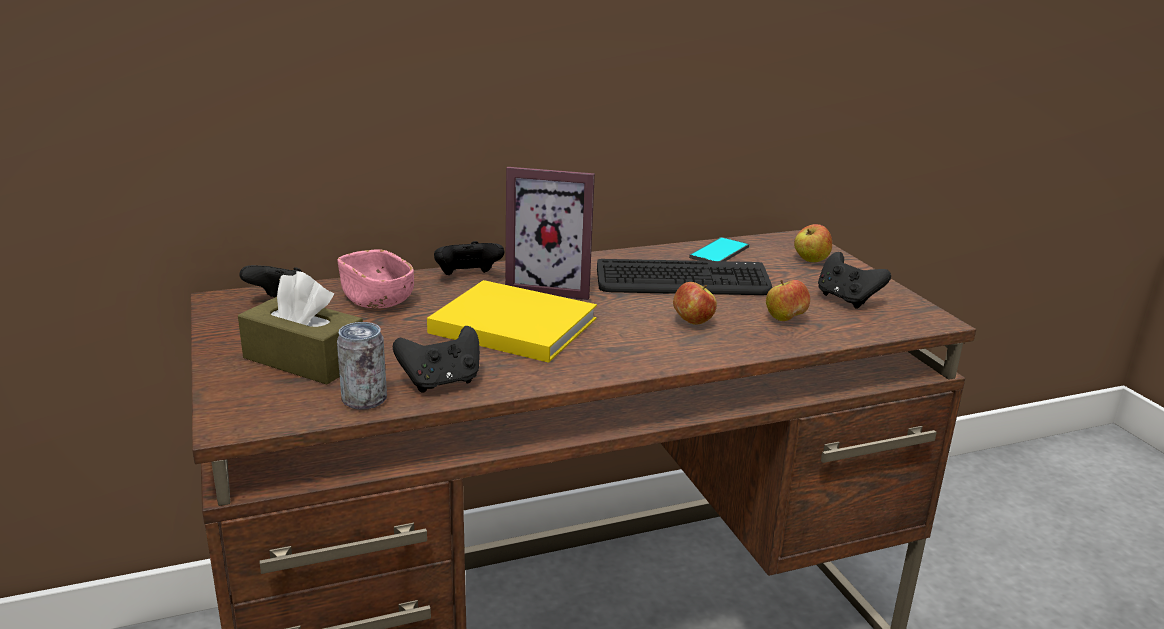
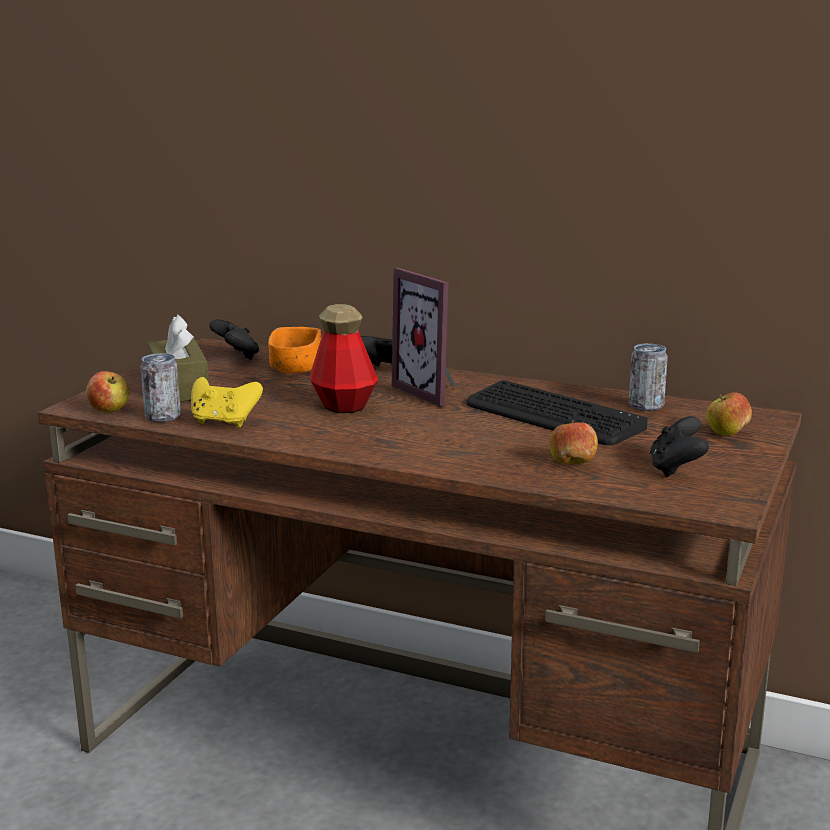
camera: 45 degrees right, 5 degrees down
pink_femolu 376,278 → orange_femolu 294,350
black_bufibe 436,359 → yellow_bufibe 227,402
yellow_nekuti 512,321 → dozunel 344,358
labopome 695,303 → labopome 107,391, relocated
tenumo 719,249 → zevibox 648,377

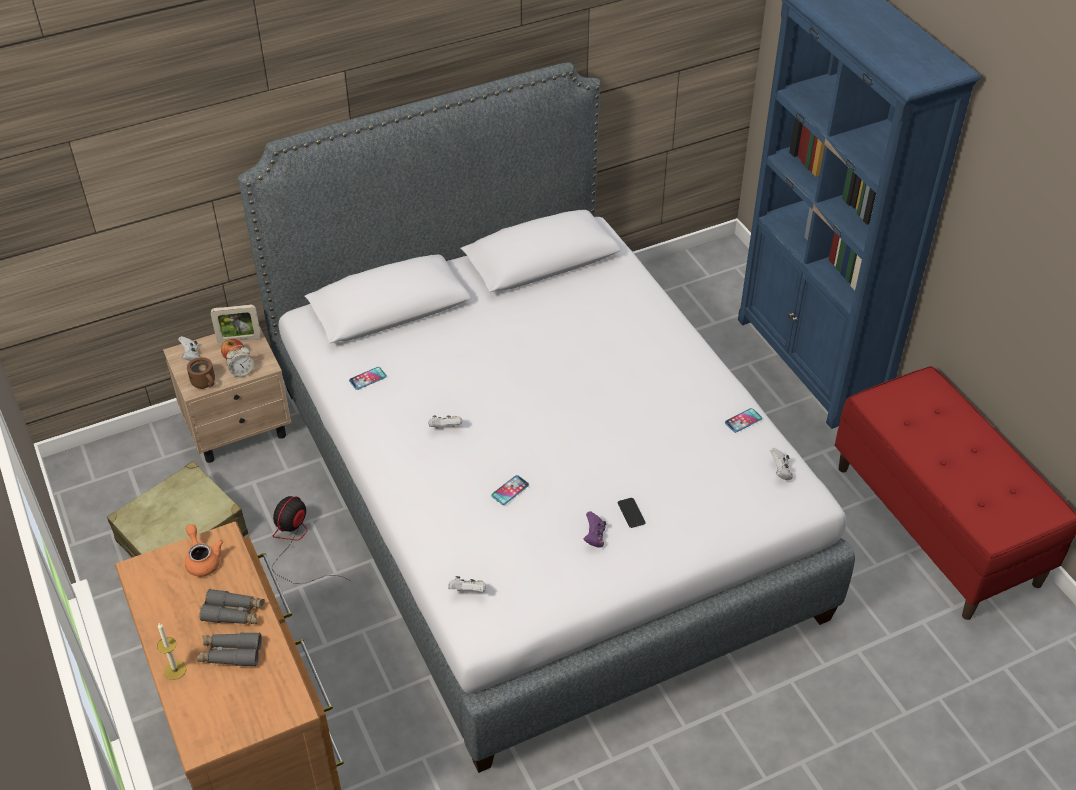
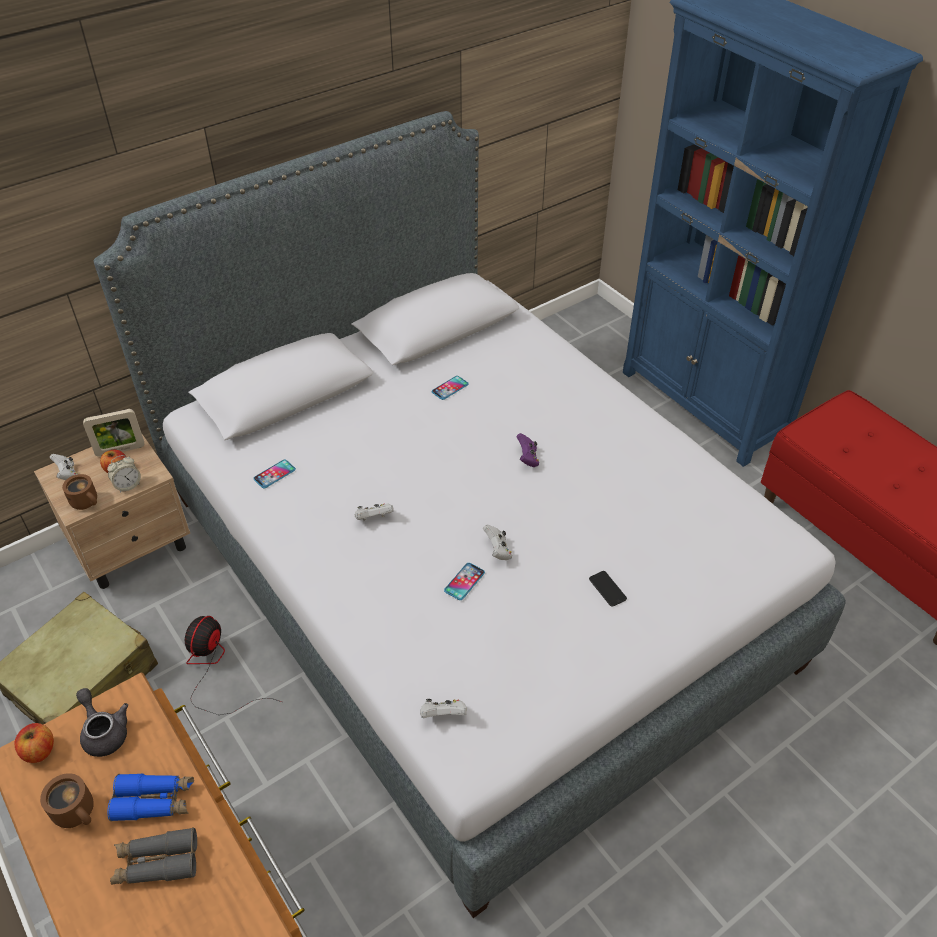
camera: 10 degrees left, 0 degrees up
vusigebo 171,651 → -
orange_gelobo 204,550 → grey_gelobo 102,722
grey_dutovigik 232,606 → blue_dutovigik 150,797
purple_bufibe 595,529 → purple_bufibe 527,450, relocated
tenumo 743,420 → tenumo 450,388, relocated
white_bufibe 781,464 → white_bufibe 497,542, relocated
- → labopome 34,743
- → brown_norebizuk 67,800

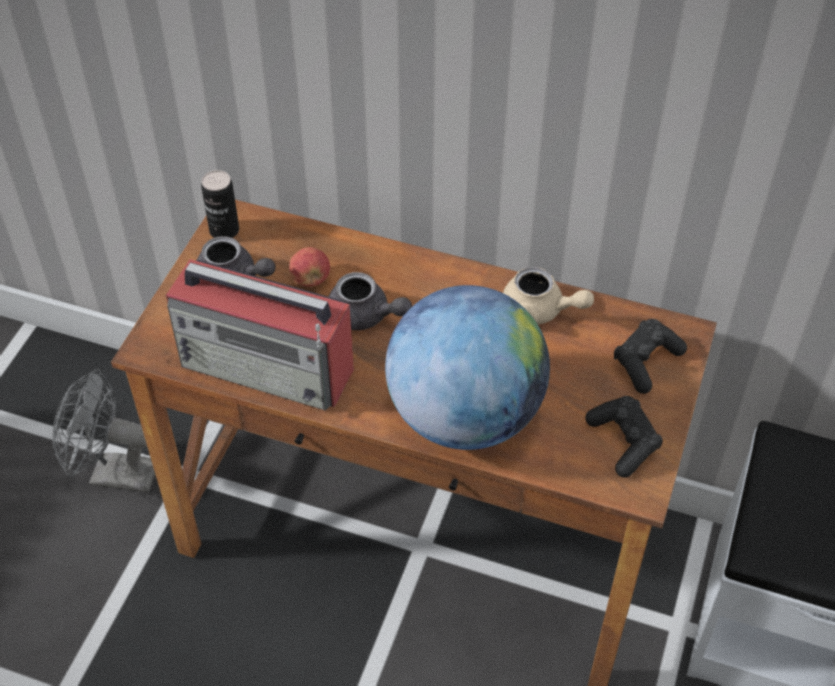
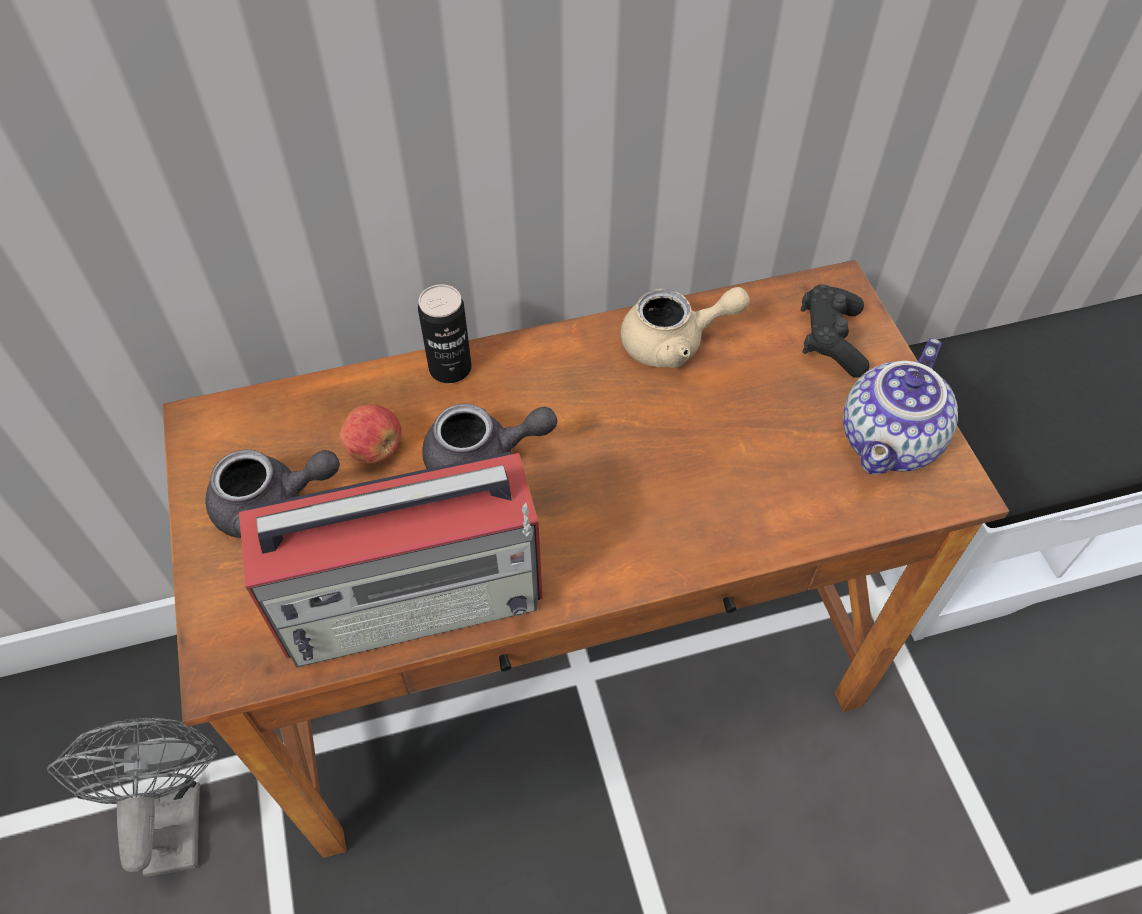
camera: 35 degrees left, 5 degrees up
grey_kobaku 103,431 → grey_kobaku 133,797, 105 degrees clockwise
zevibox 220,204 → zevibox 445,333, relocated
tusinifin 467,367 → -
black_bufibe 624,437 → gelobo 900,406

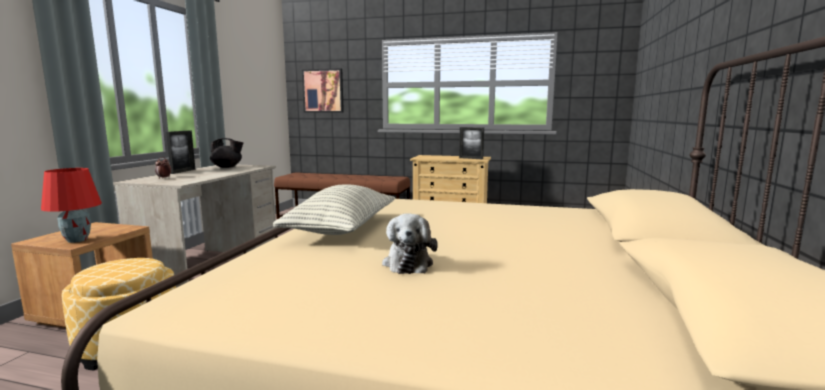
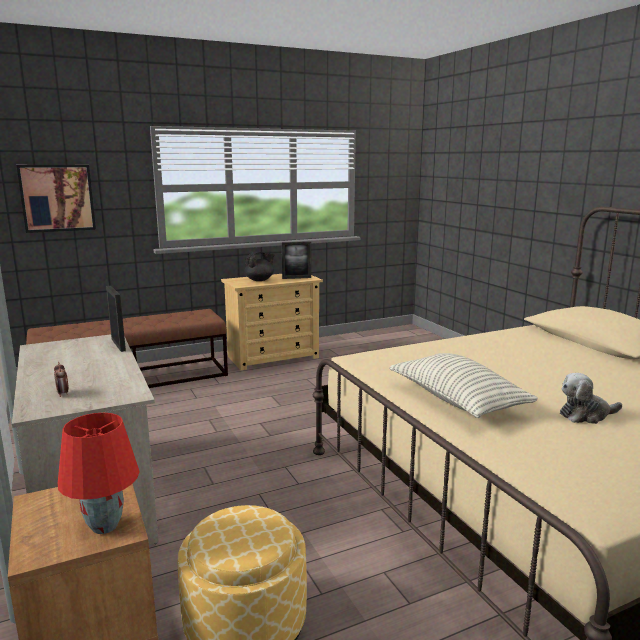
camera: 40 degrees left, 5 degrees up
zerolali 180,152 → zerolali 116,319, relocated
black_gelobo 227,153 → black_gelobo 259,266, relocated
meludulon 410,243 → meludulon 591,398, 120 degrees clockwise

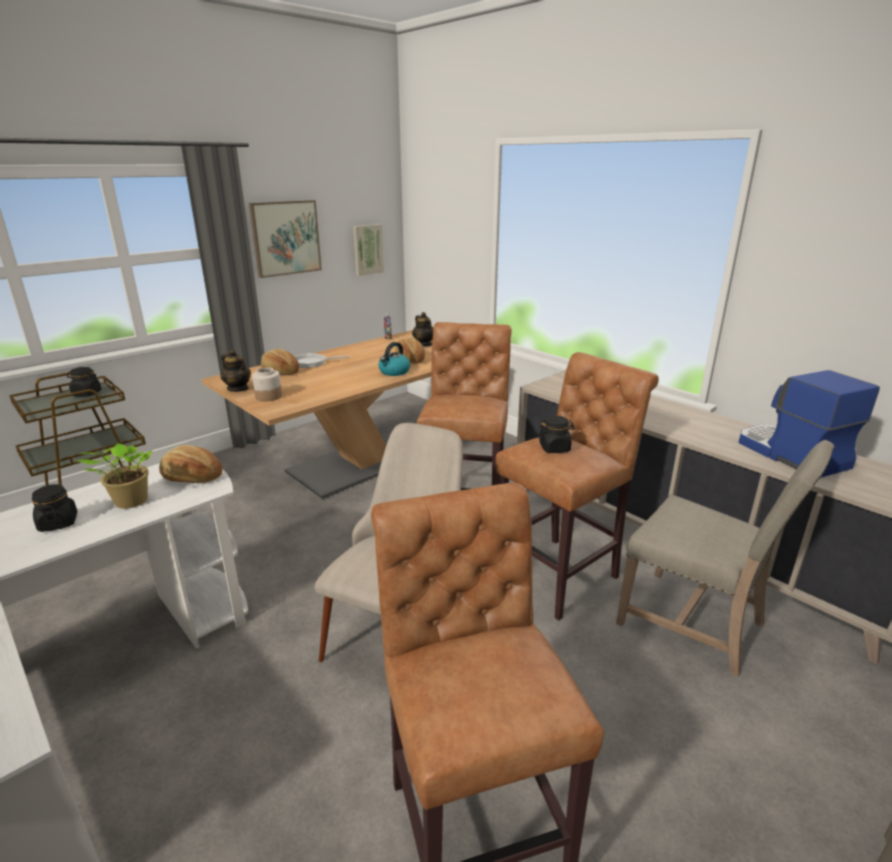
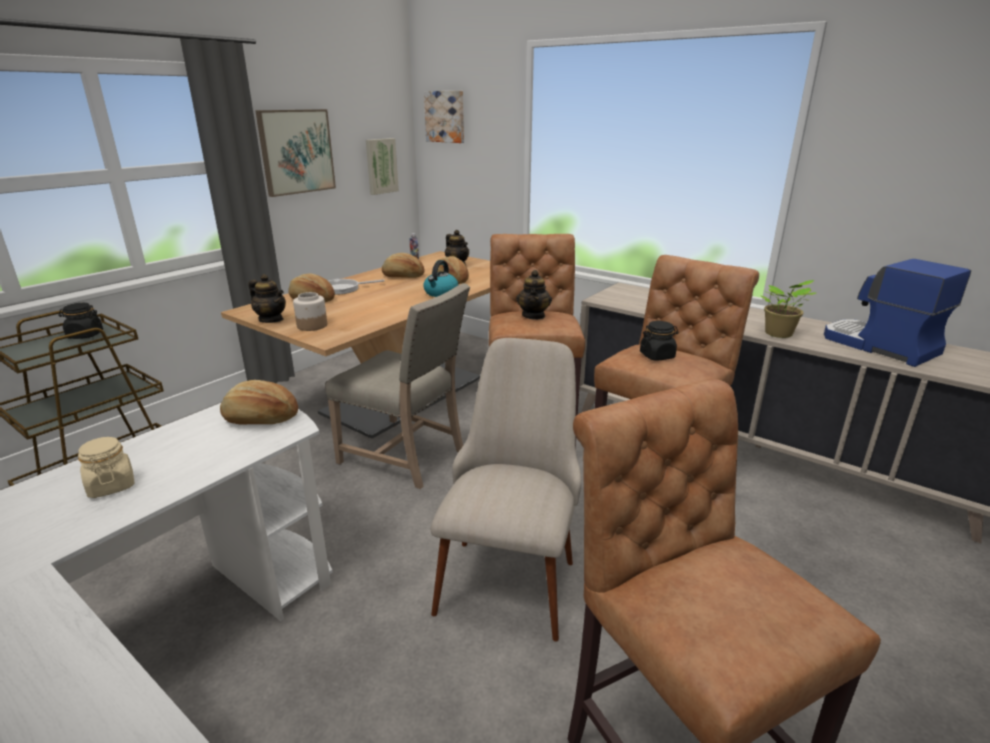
camera: 10 degrees left, 0 degrees up
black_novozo 54,508 → beige_novozo 106,467
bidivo 114,476 → bidivo 788,309, relocated
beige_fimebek 725,558 → beige_fimebek 397,386, relocated
- → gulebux 403,265
- → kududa 444,117
- → gelobo 534,295

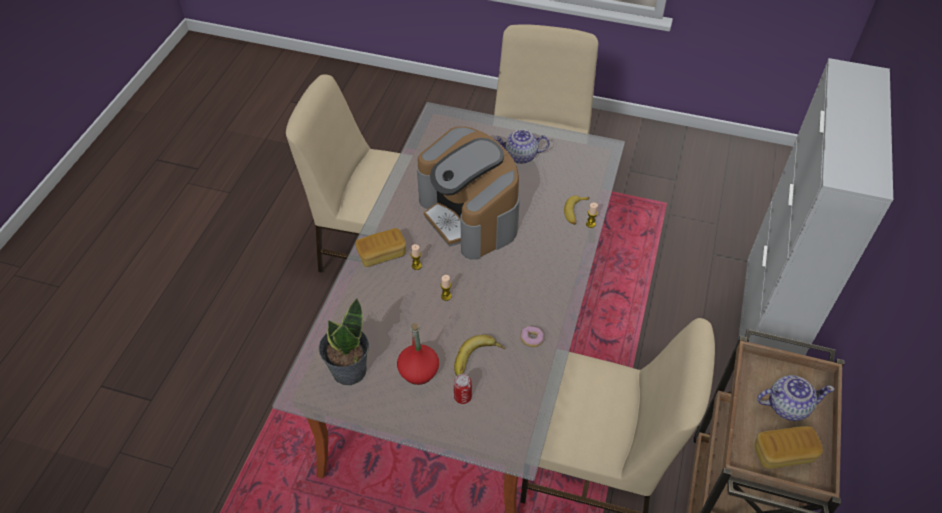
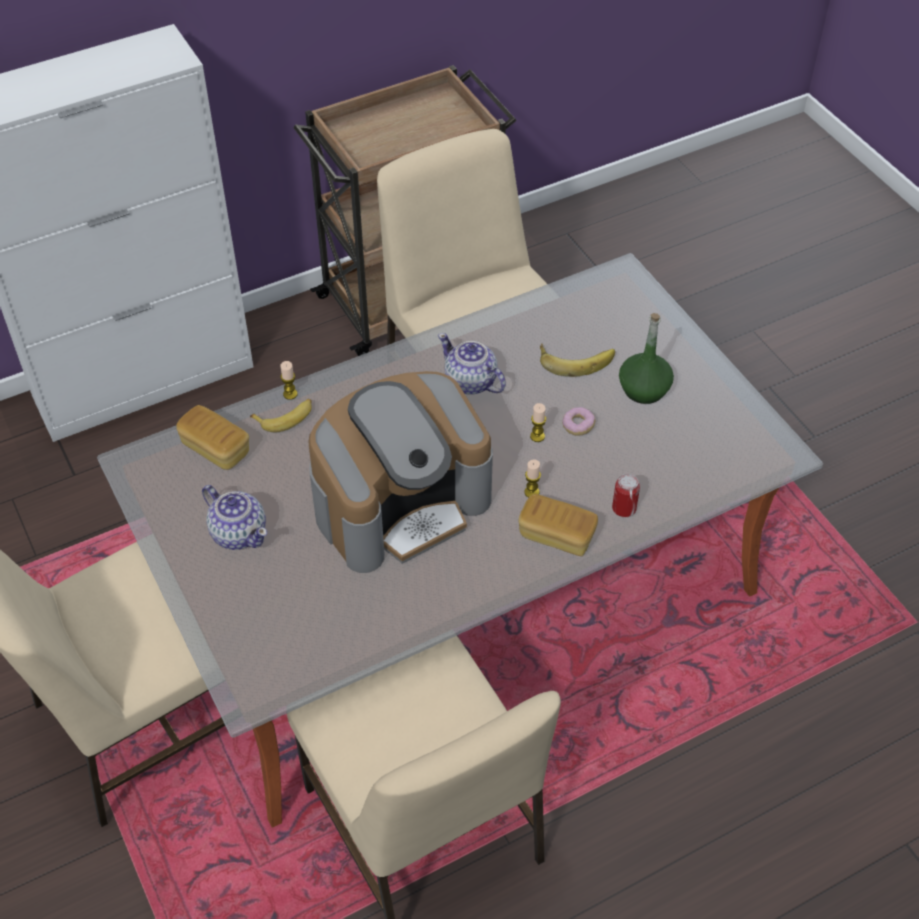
camera: 135 degrees left, 0 degrees up
bidivo 344,341 → -
red_dozunel 418,354 → green_dozunel 646,358
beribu 468,193 → beribu 401,472, 45 degrees clockwise
zevibox 463,389 → zevibox 626,495, relocated
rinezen 532,336 → rinezen 578,421, relocated
gulebux 789,447 → gulebux 212,437, relocated
gelobo 796,398 → gelobo 472,364, relocated

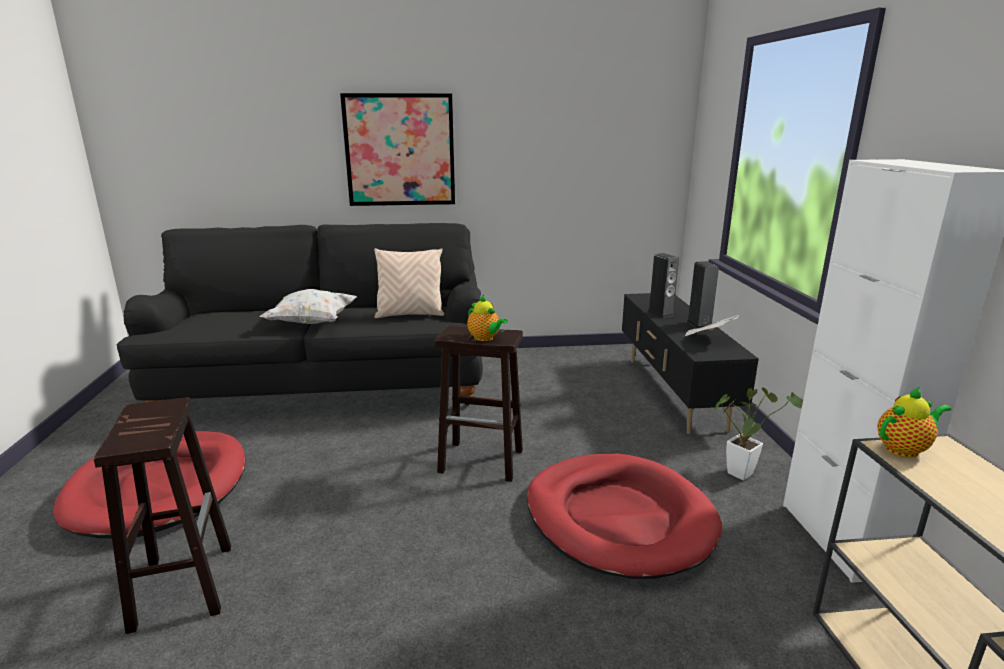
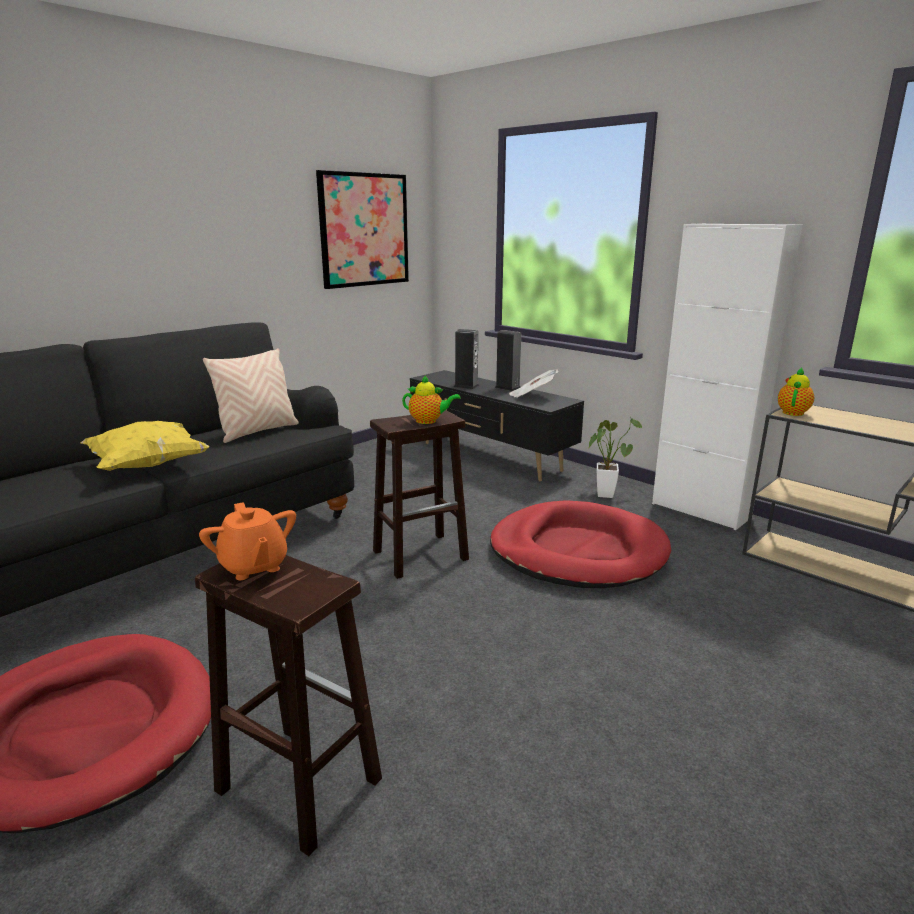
camera: 40 degrees left, 0 degrees up
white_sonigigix 308,306 → yellow_sonigigix 144,446
kududa 397,149 → kududa 362,229, relocated
- → orange_gelobo 247,541

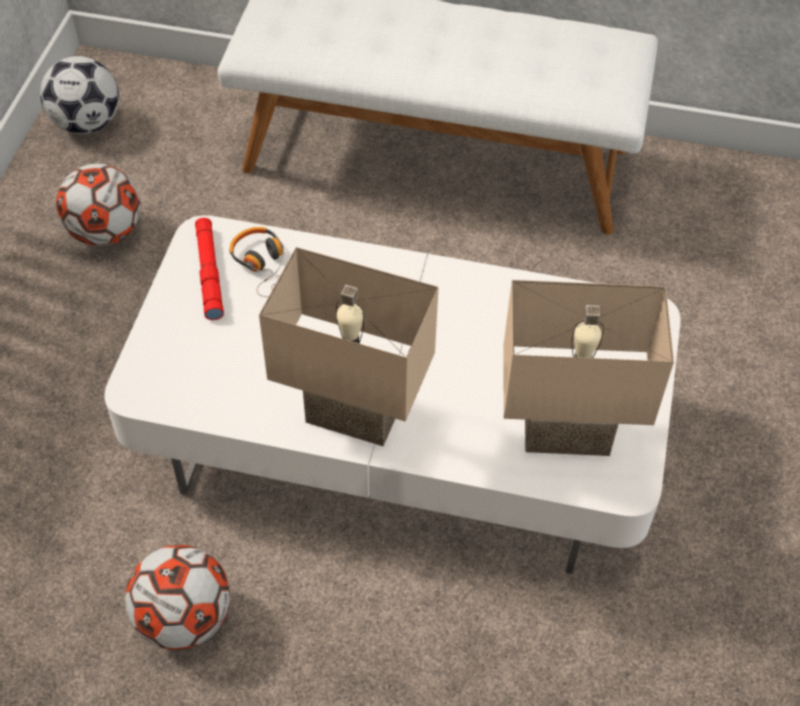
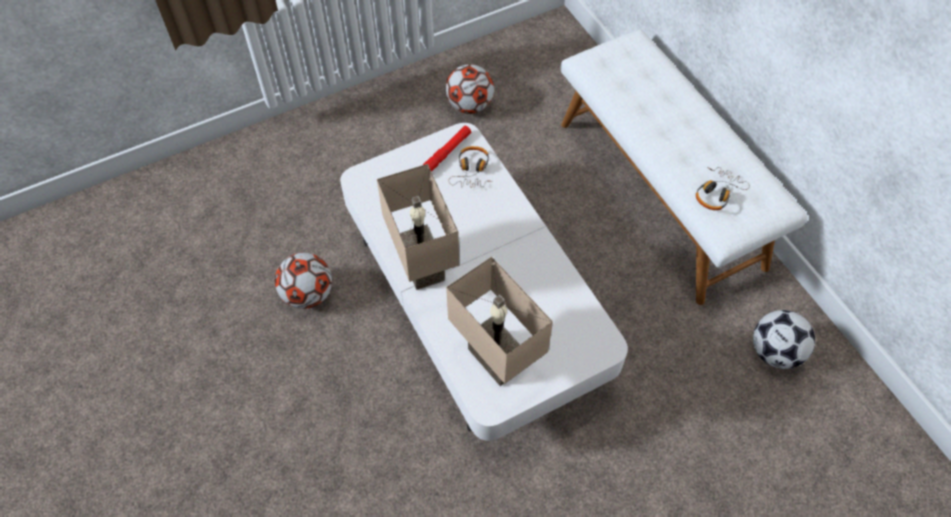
camera: 50 degrees right, 5 degrees up
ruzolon 79,95 → ruzolon 784,339, relocated
- → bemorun 723,188

